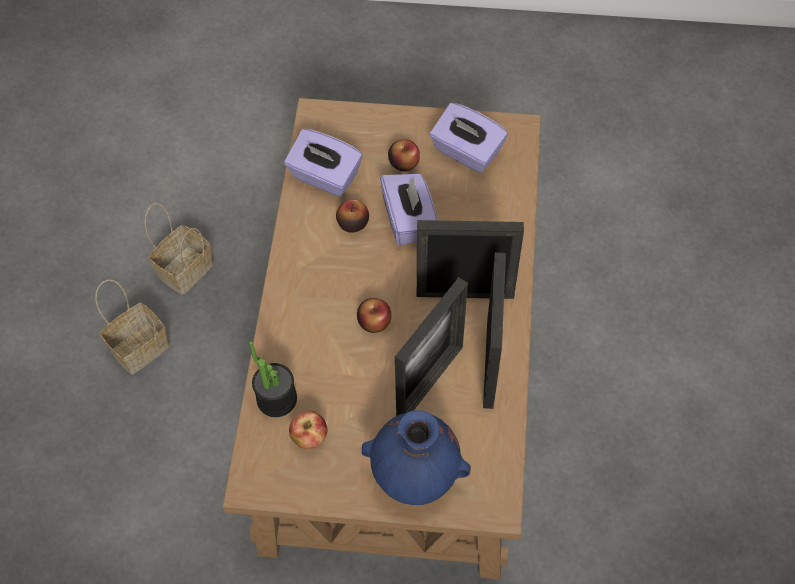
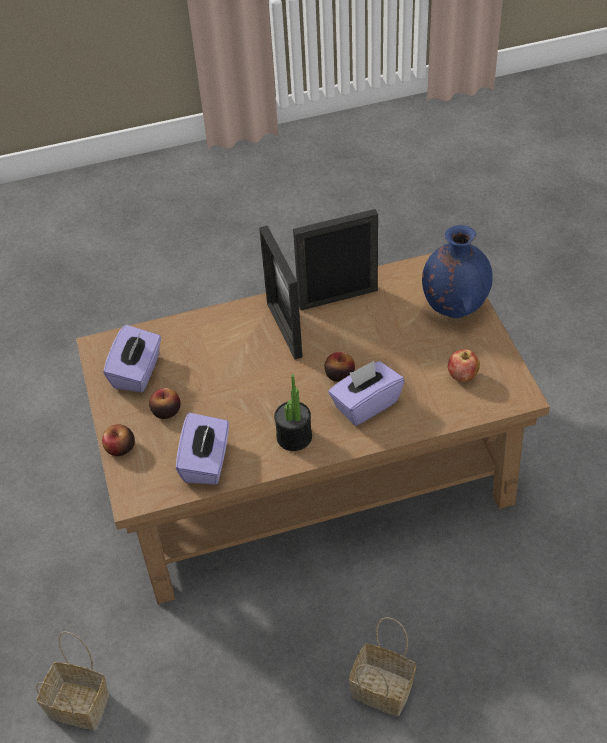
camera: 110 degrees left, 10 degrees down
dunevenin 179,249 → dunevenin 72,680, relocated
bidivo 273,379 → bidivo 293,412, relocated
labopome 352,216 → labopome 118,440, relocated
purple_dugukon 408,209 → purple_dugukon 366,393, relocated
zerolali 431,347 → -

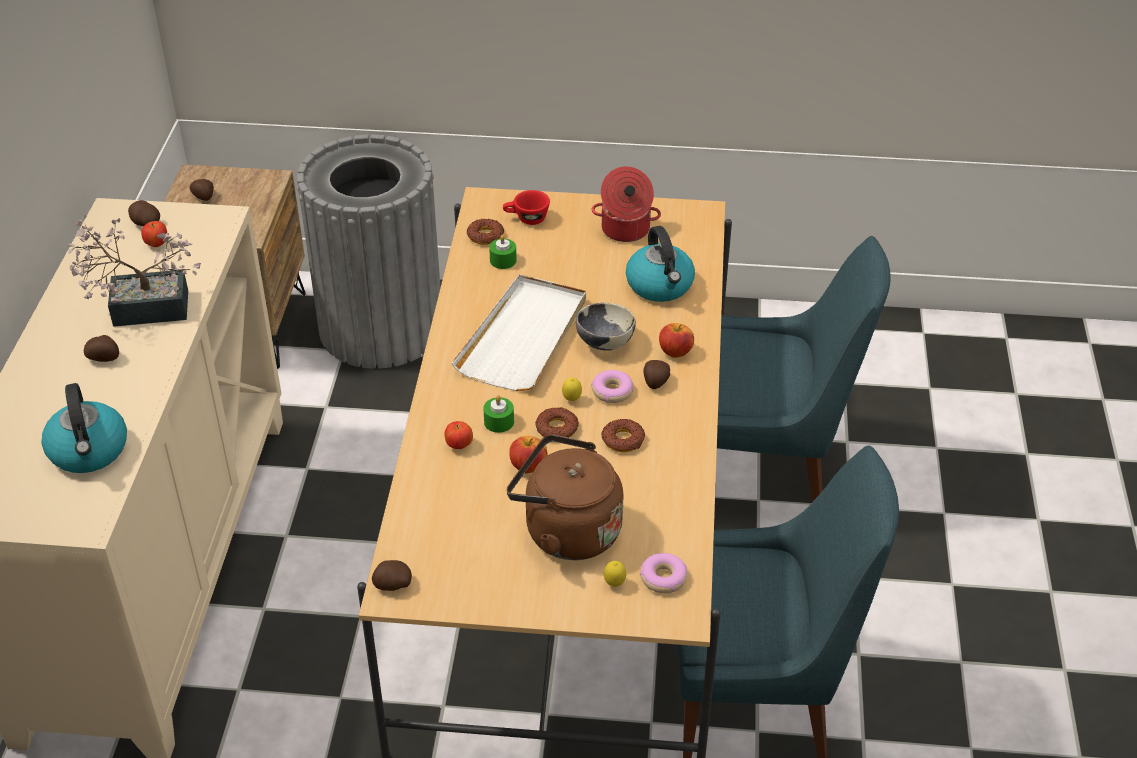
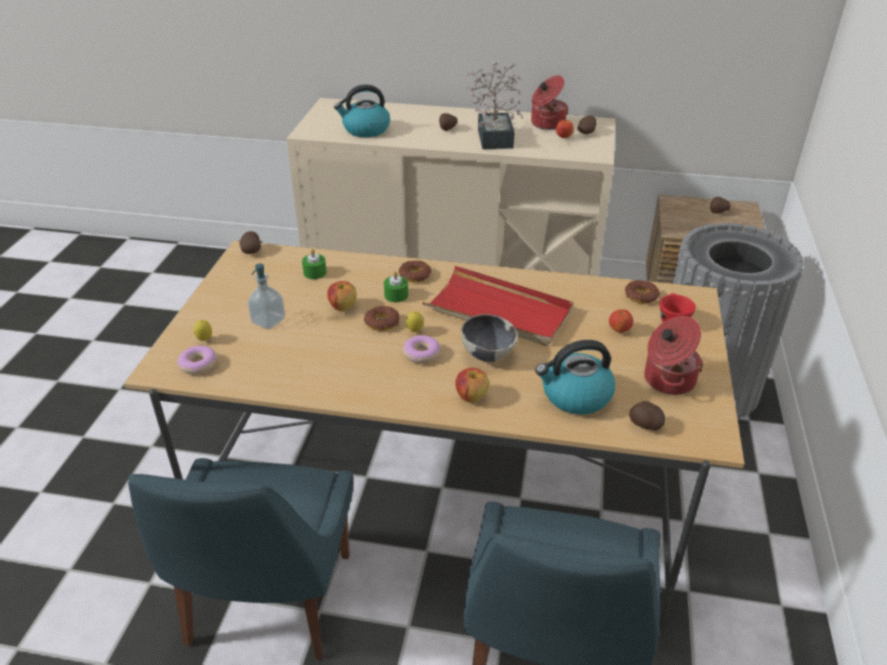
camera: 95 degrees right, 5 degrees down
labopome 459,435 → labopome 621,321, relocated
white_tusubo 519,332 → red_tusubo 498,306
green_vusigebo 503,252 → green_vusigebo 314,264, relocated
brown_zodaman 565,497 → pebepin 266,296
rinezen 623,435 → rinezen 415,271, relocated
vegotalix 657,374 → vegotalix 647,416, relocated
- → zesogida 550,102

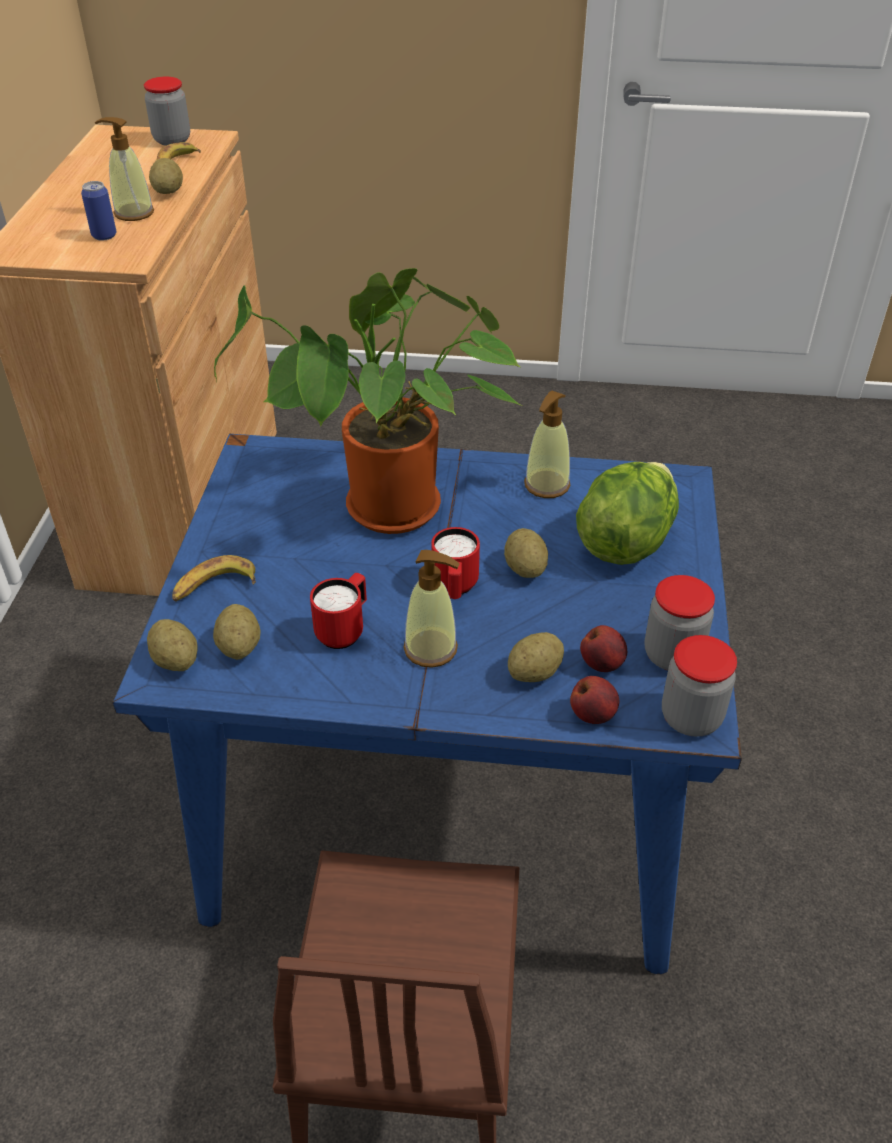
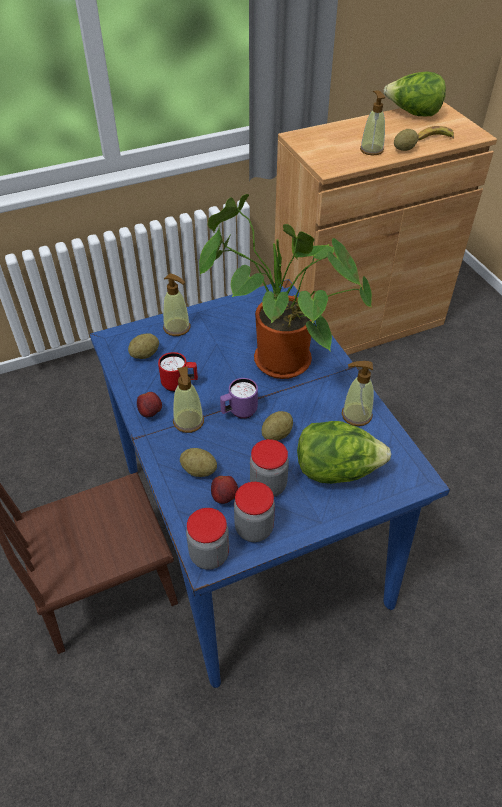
camera: 60 degrees right, 5 degrees up
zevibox 98,211 → -
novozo 167,111 → novozo 269,468, relocated
vegotalix 172,645 → -
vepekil 214,578 → pebepin 176,305
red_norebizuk 455,563 → purple_norebizuk 239,398
labopome 594,700 → labopome 149,404, relocated
- → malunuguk 415,93

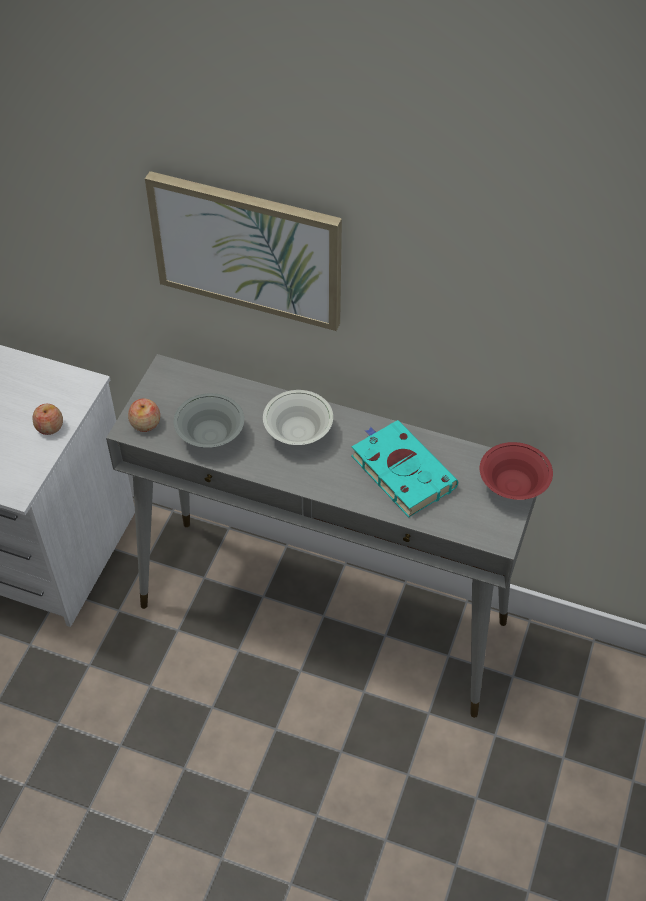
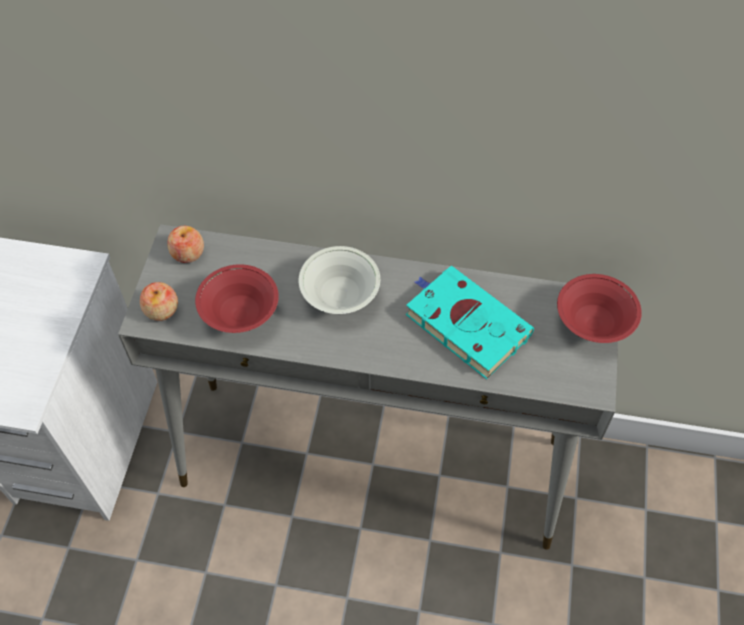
camera: 10 degrees left, 5 degrees up
labopome 48,419 → labopome 185,244, relocated
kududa 243,251 → -
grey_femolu 208,420 → red_femolu 237,298

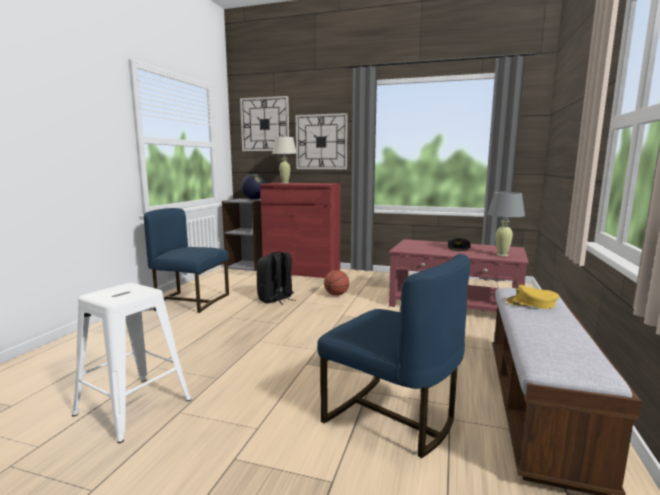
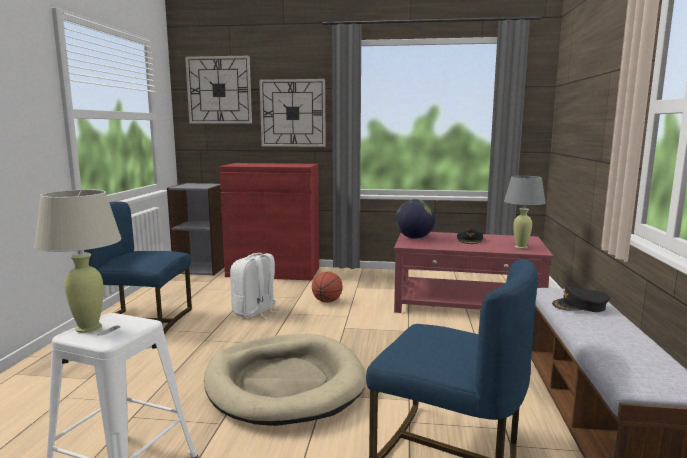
camera: 10 degrees left, 0 degrees up
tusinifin 253,187 → tusinifin 415,219, relocated
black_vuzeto 276,278 → white_vuzeto 255,286
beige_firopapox 284,160 → beige_firopapox 78,261, relocated
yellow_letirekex 532,297 → black_letirekex 581,299
- → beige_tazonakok 285,380

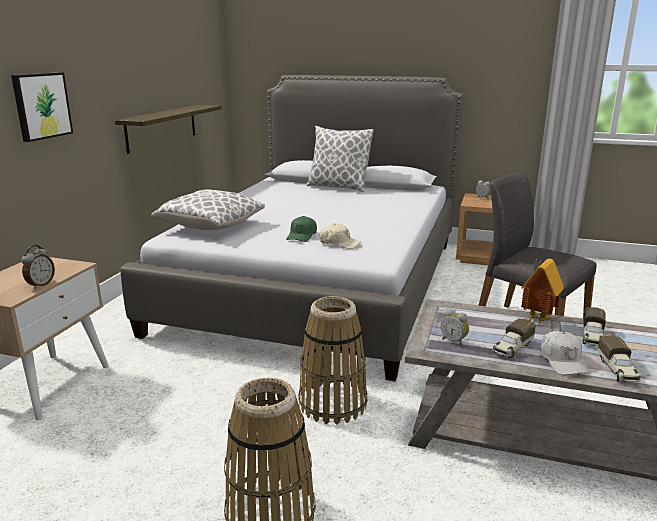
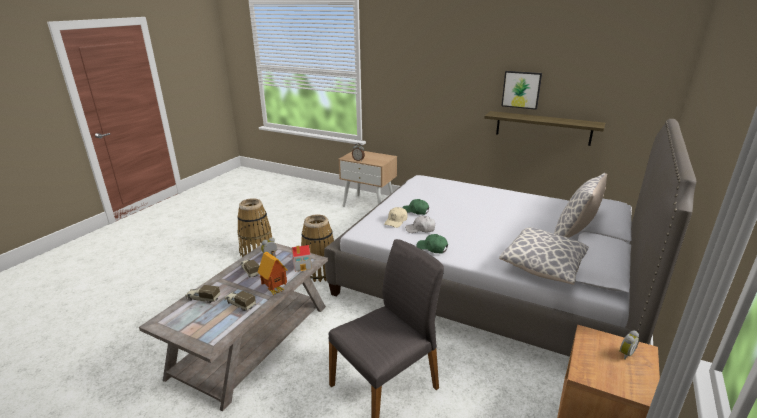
camera: 100 degrees right, 5 degrees up
kududa 42,107 → kududa 521,90, relocated
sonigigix 208,209 → sonigigix 544,256, relocated
white_letirekex 565,353 → white_letirekex 420,224, relocated
- → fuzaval 302,258
- → green_letirekex 432,244

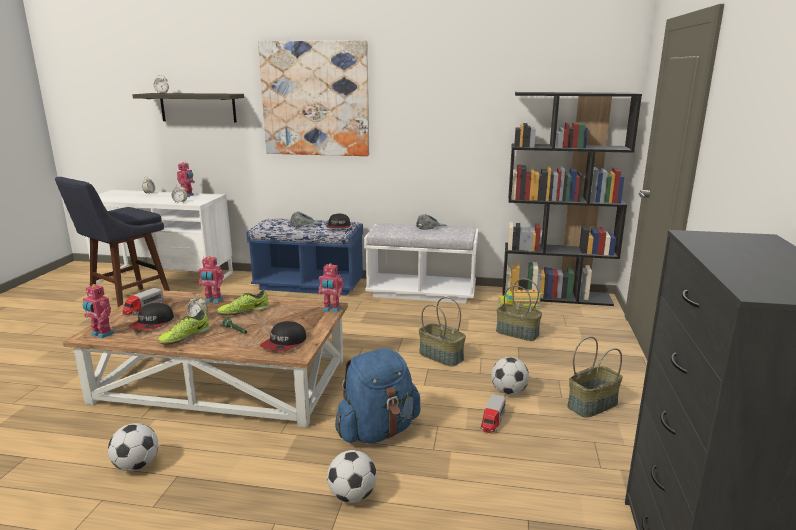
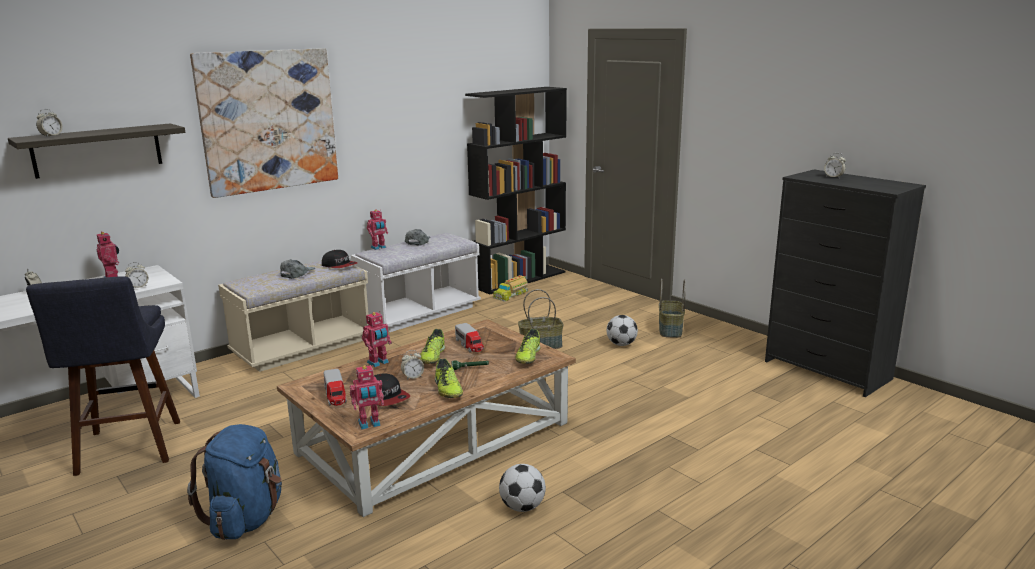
camera: 50 degrees left, 0 degrees up
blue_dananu 305,257 → beige_dananu 293,316
letirekex 283,336 → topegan 527,346
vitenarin 331,288 → vitenarin 377,230, relocated
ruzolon 352,476 → -
blue_vuzeto 378,395 → blue_vuzeto 234,482, relocated
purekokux 493,413 → purekokux 469,338, relocated
dunevenin 519,309 → -
- → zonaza 835,165

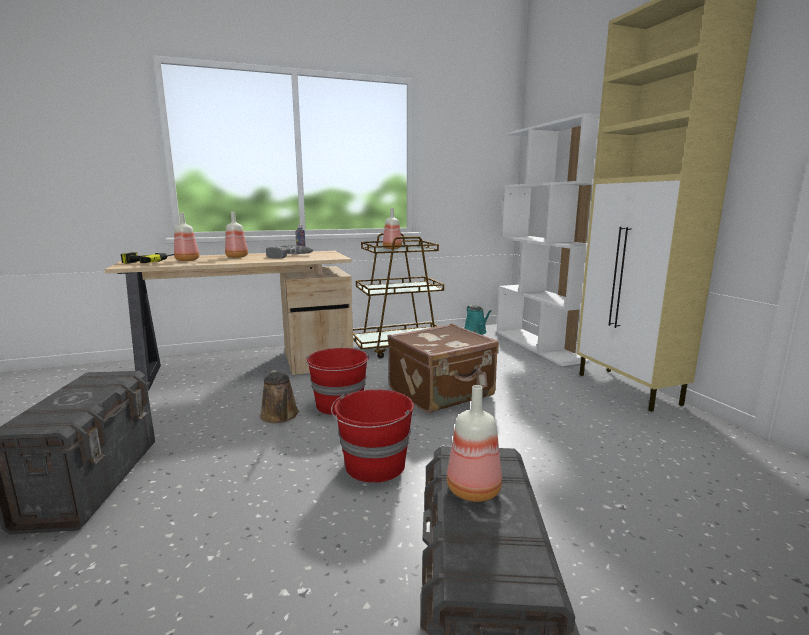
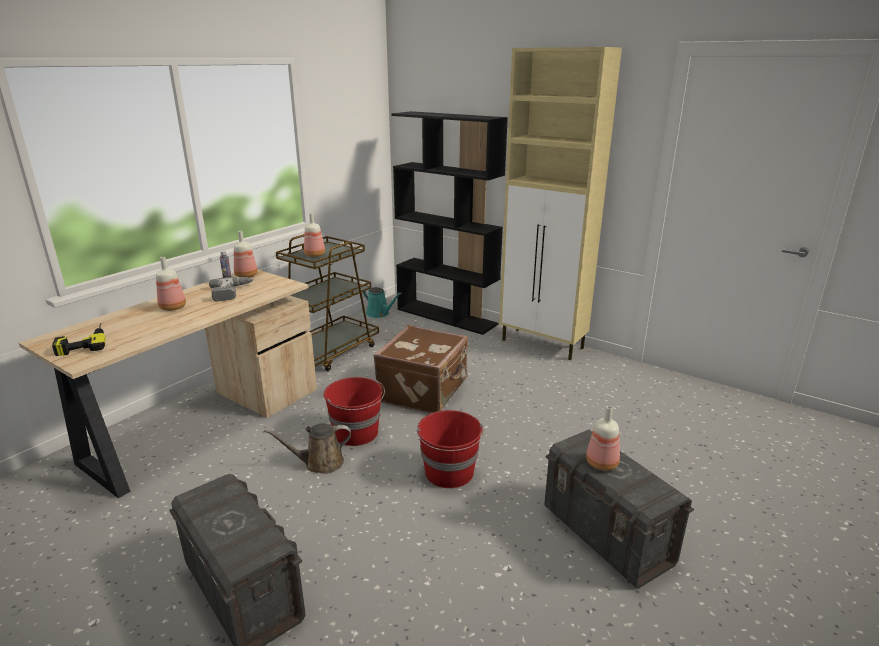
camera: 35 degrees left, 10 degrees up
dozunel 186,237 → dozunel 246,254, relocated
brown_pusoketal 279,396 → brown_pusoketal 307,448, 135 degrees clockwise
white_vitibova 548,239 → black_vitibova 449,223

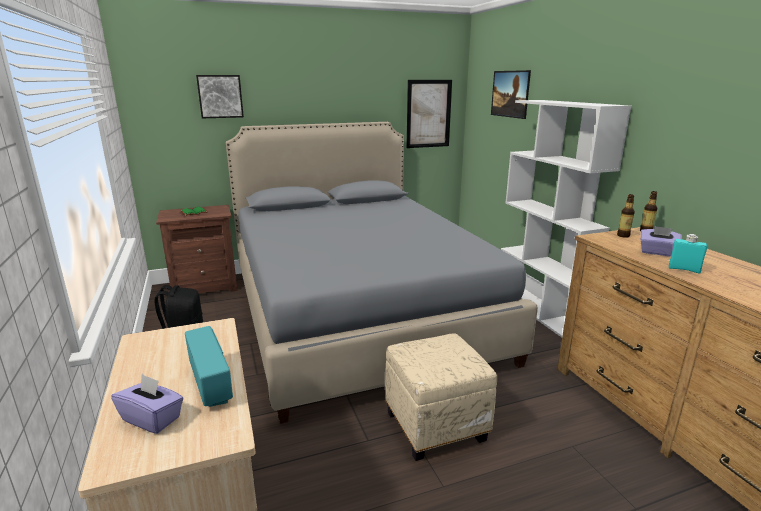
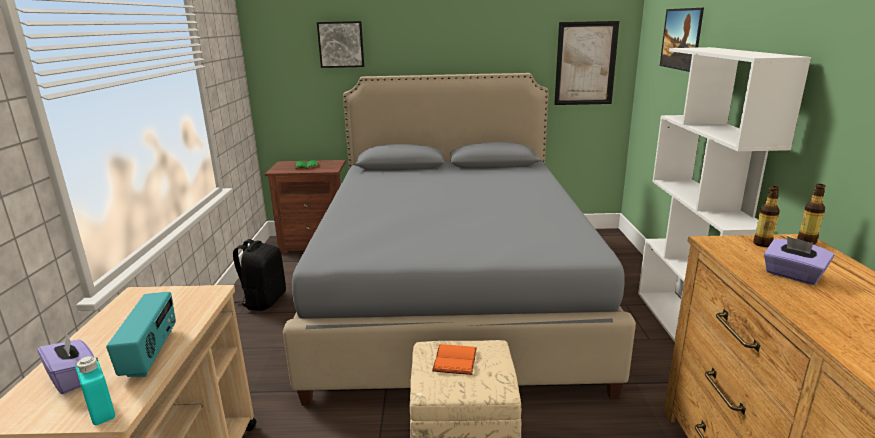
camera: 20 degrees right, 0 degrees up
turquoise_dozunel 688,254 → turquoise_dozunel 95,390, relocated
- → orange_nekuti 454,359

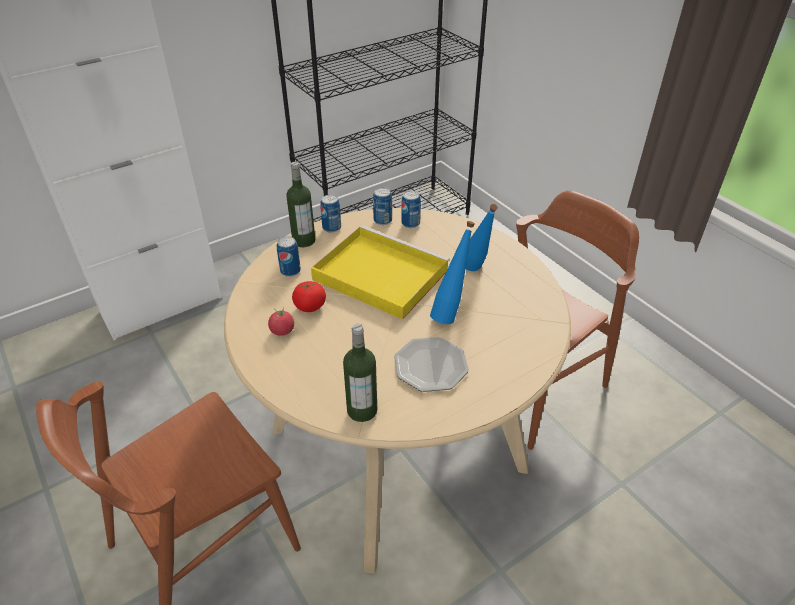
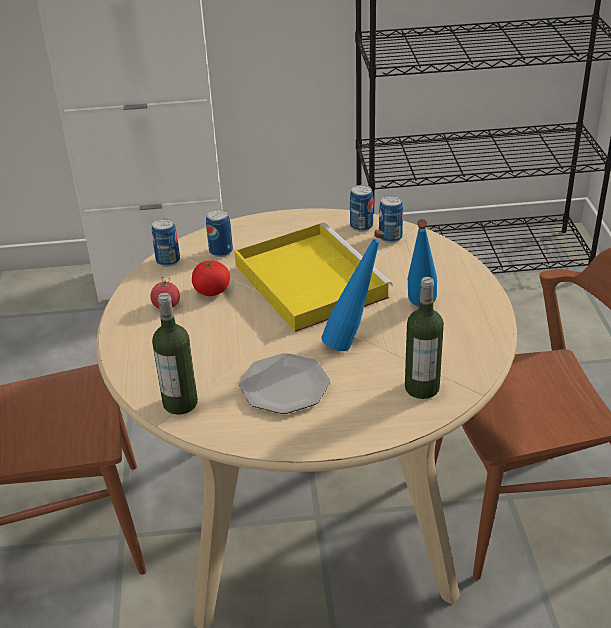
camera: 30 degrees right, 5 degrees down
dozunel 300,204 → dozunel 424,338, relocated
zevibox 330,213 → zevibox 166,242, relocated

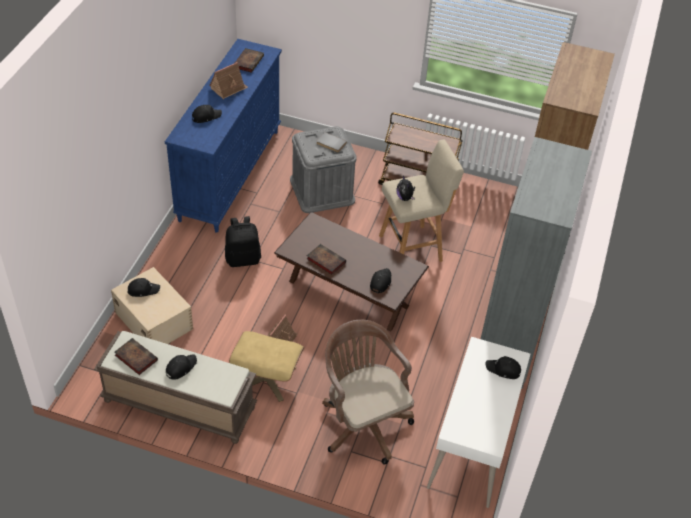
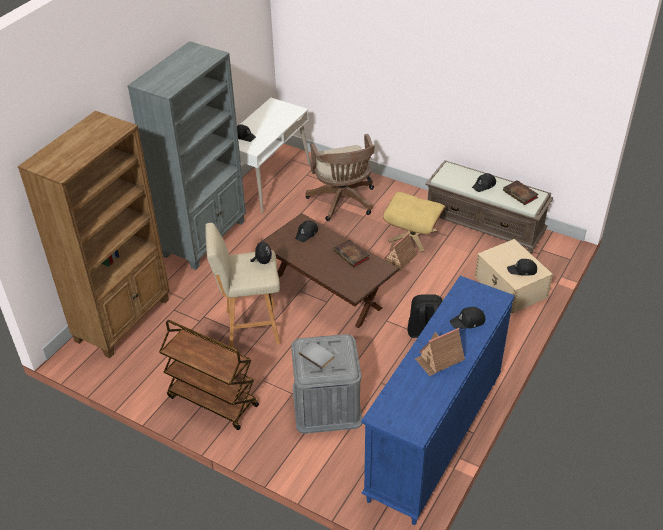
camera: 165 degrees left, 5 degrees down
nekuti 249,60 → -

